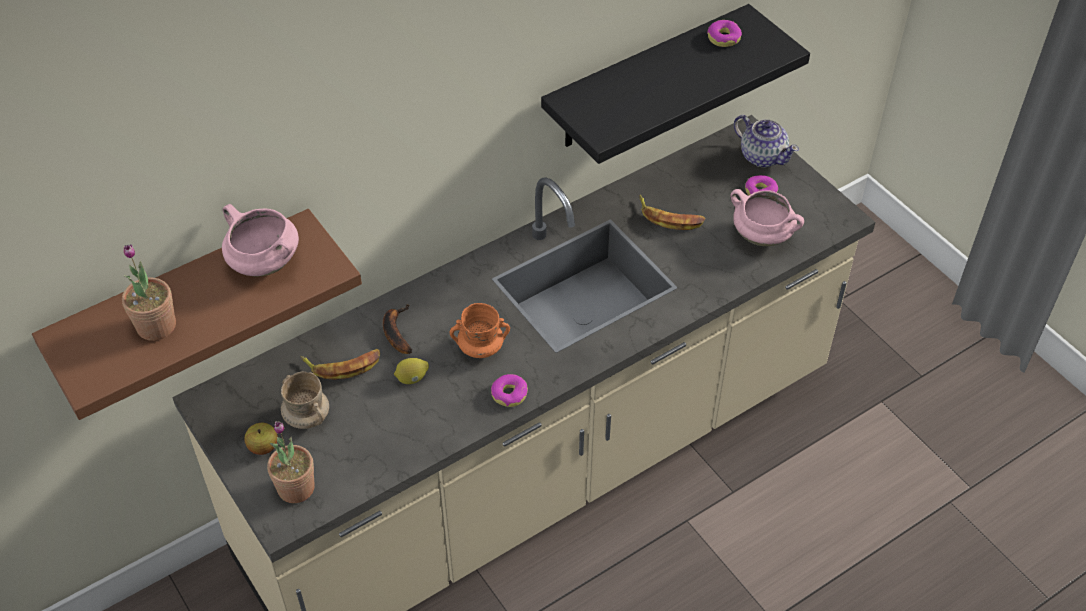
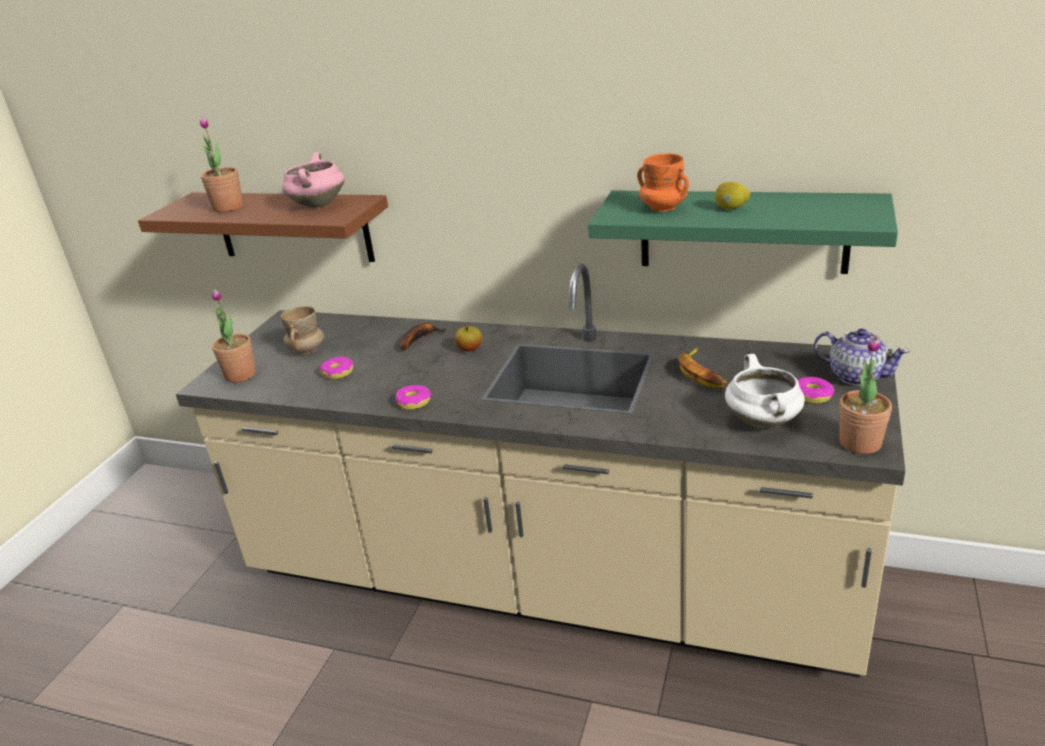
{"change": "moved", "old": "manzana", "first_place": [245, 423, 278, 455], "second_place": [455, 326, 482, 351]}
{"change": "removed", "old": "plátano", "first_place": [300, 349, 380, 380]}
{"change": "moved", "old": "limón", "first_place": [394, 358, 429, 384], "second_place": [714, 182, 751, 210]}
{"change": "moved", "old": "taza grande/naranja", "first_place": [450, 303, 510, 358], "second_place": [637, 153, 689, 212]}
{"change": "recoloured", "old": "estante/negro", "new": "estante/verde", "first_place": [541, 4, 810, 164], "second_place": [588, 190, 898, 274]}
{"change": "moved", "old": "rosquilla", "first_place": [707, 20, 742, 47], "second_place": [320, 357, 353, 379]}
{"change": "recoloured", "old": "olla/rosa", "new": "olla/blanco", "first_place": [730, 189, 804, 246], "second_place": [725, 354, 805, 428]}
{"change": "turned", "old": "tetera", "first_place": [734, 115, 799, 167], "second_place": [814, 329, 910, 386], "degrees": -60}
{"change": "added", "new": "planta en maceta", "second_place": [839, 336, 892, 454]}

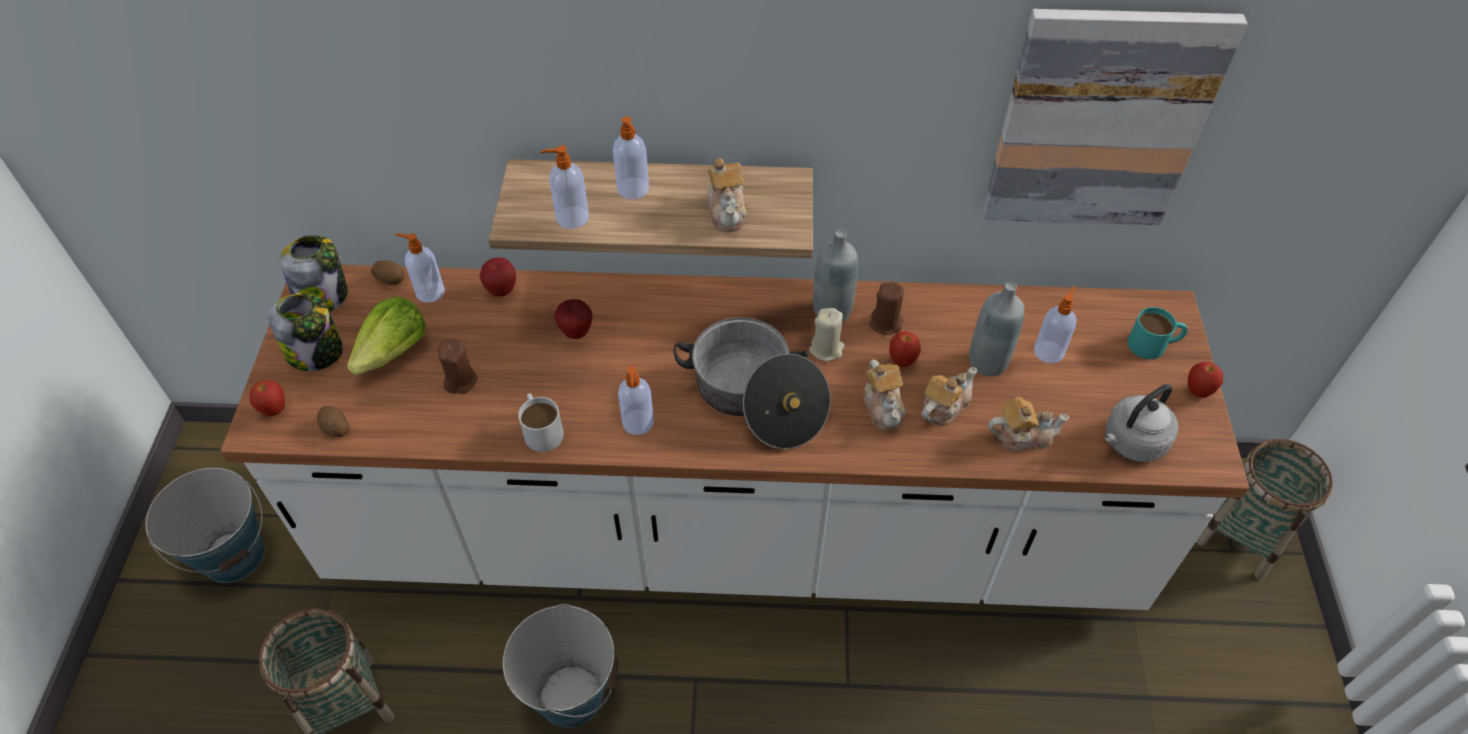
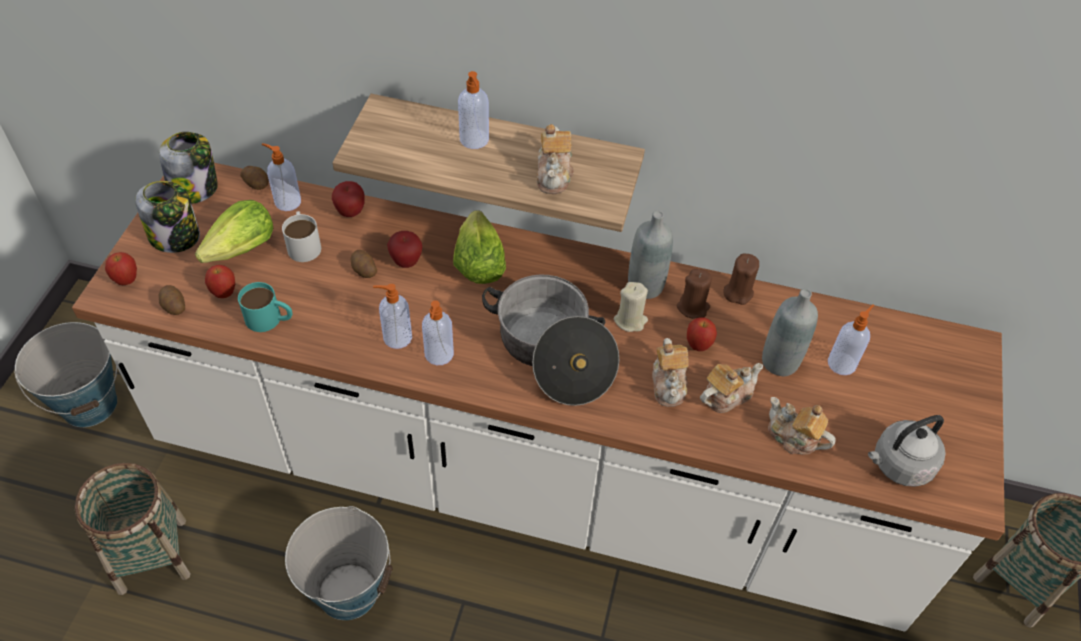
{"change": "moved", "old": "vela/marrón", "first_place": [438, 339, 477, 394], "second_place": [723, 253, 759, 305]}
{"change": "moved", "old": "taza grande/blanco", "first_place": [518, 393, 564, 452], "second_place": [282, 211, 321, 262]}
{"change": "moved", "old": "dispensador de jabón", "first_place": [541, 146, 589, 229], "second_place": [373, 284, 412, 349]}
{"change": "removed", "old": "cuadro", "first_place": [982, 9, 1247, 225]}
{"change": "turned", "old": "tetera", "first_place": [988, 397, 1069, 451], "second_place": [768, 397, 835, 455], "degrees": -150}
{"change": "moved", "old": "taza grande/turquesa", "first_place": [1127, 307, 1188, 359], "second_place": [238, 282, 293, 332]}
{"change": "moved", "old": "manzana", "first_place": [1188, 362, 1223, 398], "second_place": [205, 265, 235, 298]}
{"change": "added", "new": "patata", "second_place": [351, 250, 377, 278]}
{"change": "added", "new": "lechuga", "second_place": [453, 210, 506, 284]}

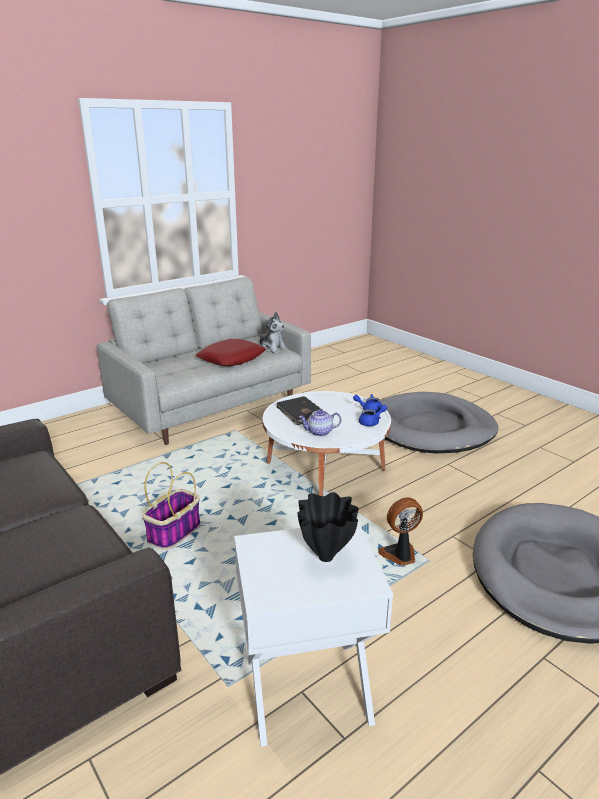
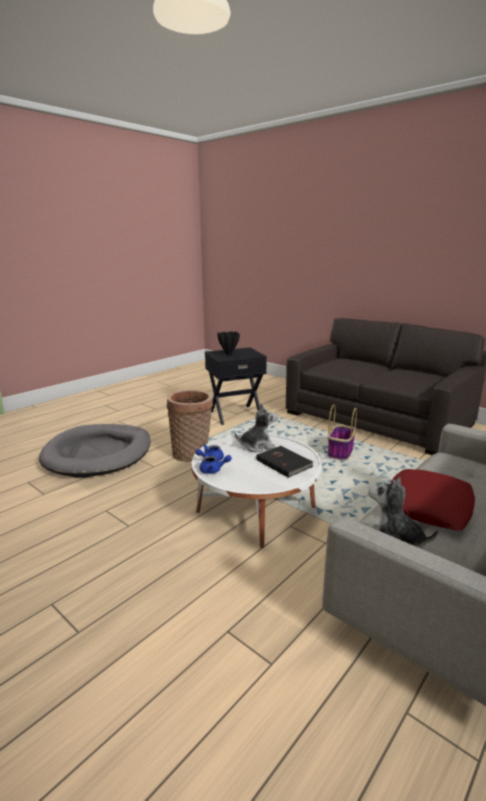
{"change": "recoloured", "old": "mesa auxiliar/blanco", "new": "mesa auxiliar/negro", "first_place": [234, 521, 393, 747], "second_place": [205, 347, 267, 425]}
{"change": "replaced", "old": "tetera", "new": "peluche", "first_place": [299, 409, 341, 436], "second_place": [235, 403, 278, 452]}
{"change": "replaced", "old": "ventilador", "new": "cesta", "first_place": [378, 497, 423, 566], "second_place": [167, 390, 213, 462]}
{"change": "removed", "old": "cama para perro/gris", "first_place": [380, 392, 498, 453]}

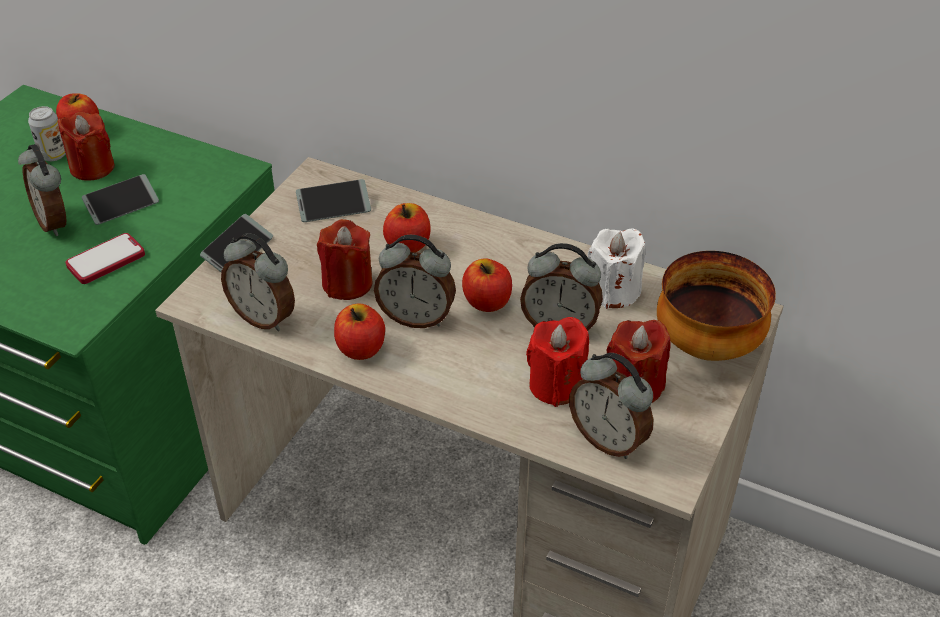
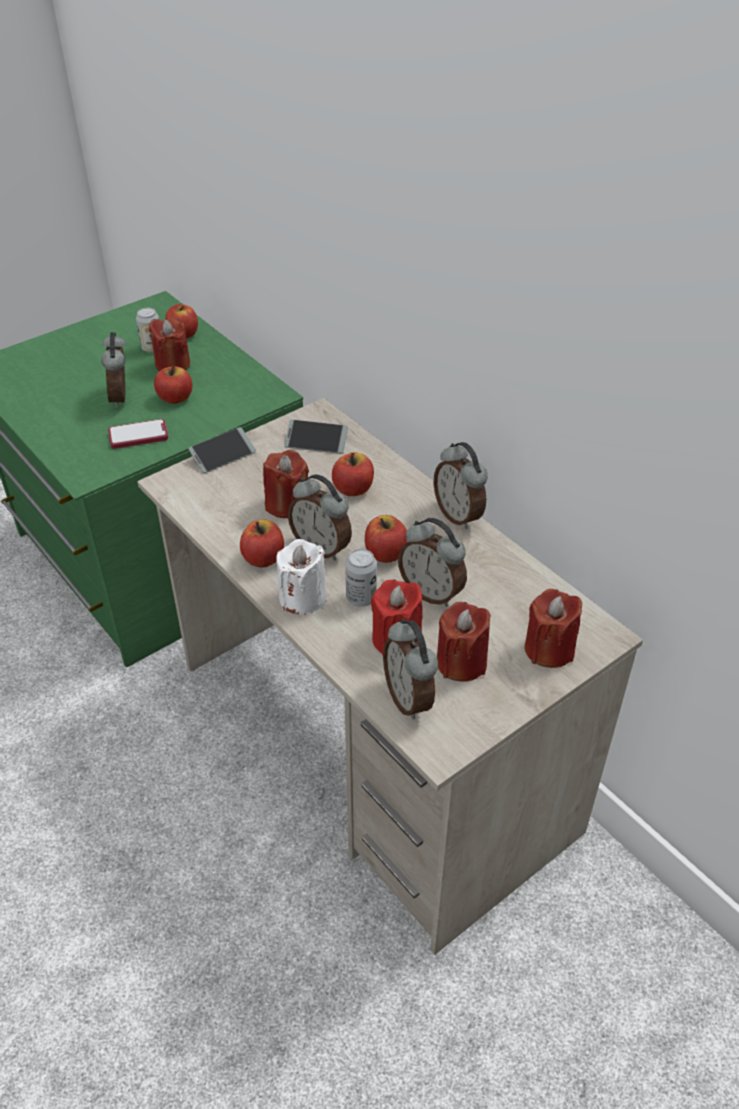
{"change": "replaced", "old": "móvil", "new": "manzana", "first_place": [82, 174, 159, 225], "second_place": [154, 365, 192, 404]}
{"change": "moved", "old": "despertador", "first_place": [221, 233, 295, 331], "second_place": [434, 442, 488, 529]}
{"change": "moved", "old": "vela/blanco", "first_place": [587, 228, 645, 309], "second_place": [276, 539, 327, 615]}
{"change": "replaced", "old": "cuenco", "new": "vela/rojo", "first_place": [657, 251, 776, 361], "second_place": [525, 589, 582, 668]}
{"change": "added", "new": "lata", "second_place": [345, 549, 377, 607]}

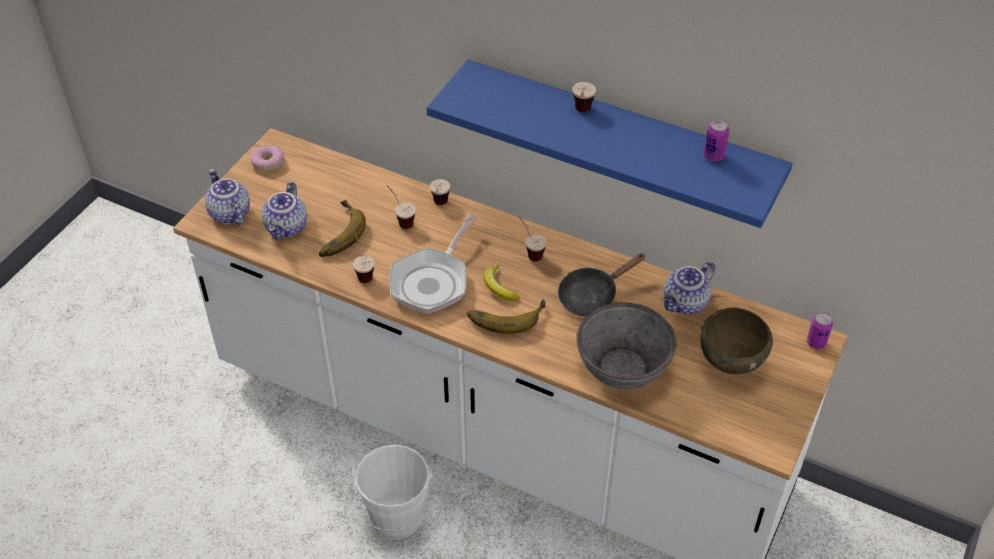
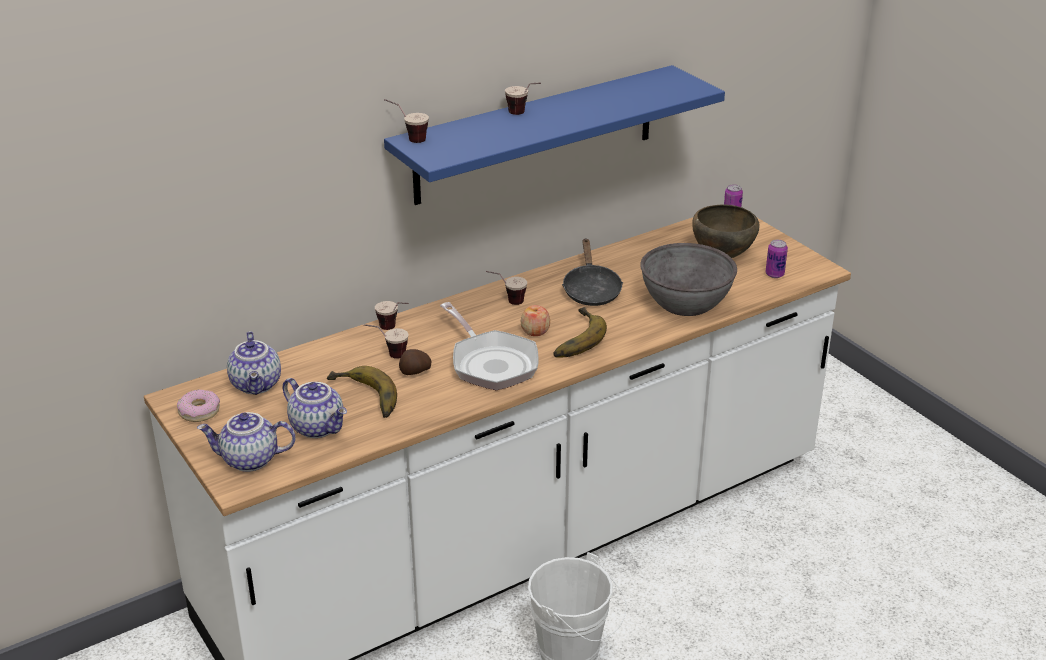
{"change": "moved", "old": "taza", "first_place": [353, 233, 375, 283], "second_place": [384, 99, 429, 143]}
{"change": "replaced", "old": "plátano", "new": "manzana", "first_place": [483, 265, 519, 301], "second_place": [521, 305, 550, 336]}
{"change": "moved", "old": "tetera", "first_place": [661, 261, 715, 314], "second_place": [227, 331, 281, 395]}
{"change": "moved", "old": "lata", "first_place": [703, 119, 729, 161], "second_place": [766, 240, 788, 278]}
{"change": "added", "new": "patata", "second_place": [399, 349, 431, 375]}

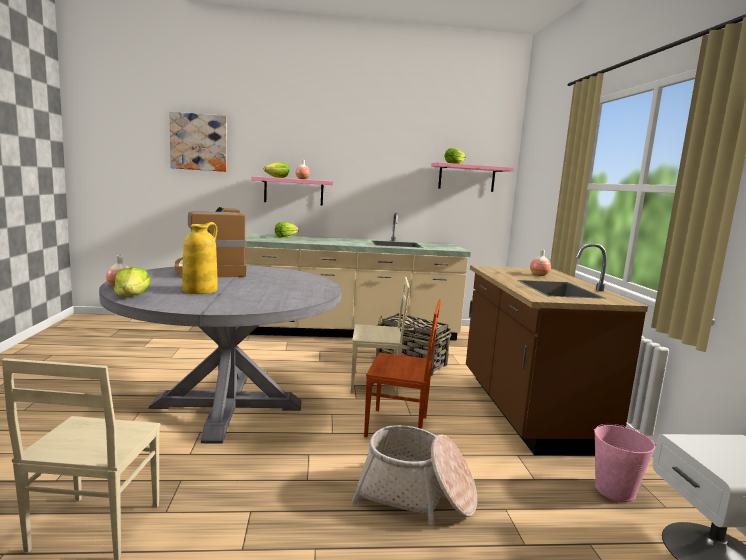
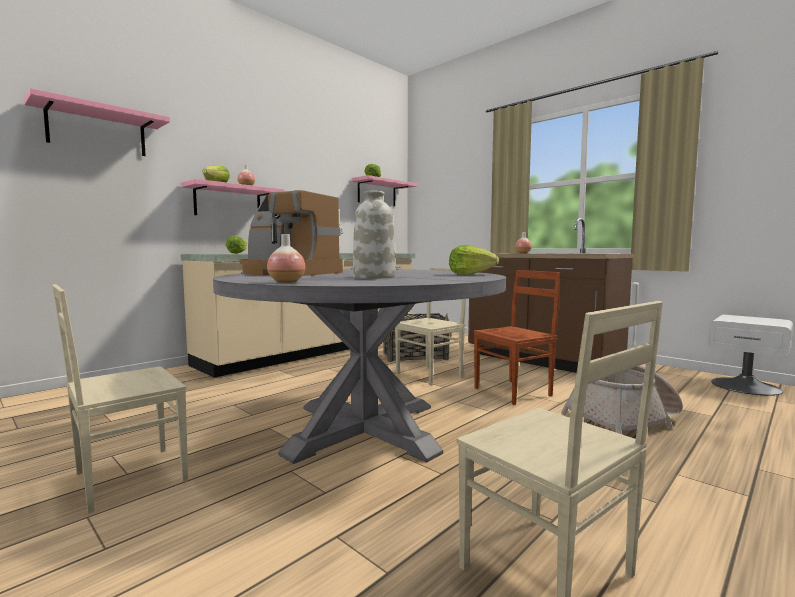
{"change": "moved", "old": "lechuga", "first_place": [114, 267, 150, 296], "second_place": [449, 245, 499, 275]}
{"change": "replaced", "old": "cuadro", "new": "estante/rosa", "first_place": [170, 112, 227, 172], "second_place": [24, 88, 170, 156]}
{"change": "recoloured", "old": "florero/amarillo", "new": "florero/blanco", "first_place": [182, 222, 218, 294], "second_place": [353, 191, 395, 279]}
{"change": "removed", "old": "cubo/rosa", "first_place": [594, 424, 657, 502]}
{"change": "added", "new": "silla/beis", "second_place": [52, 284, 188, 514]}

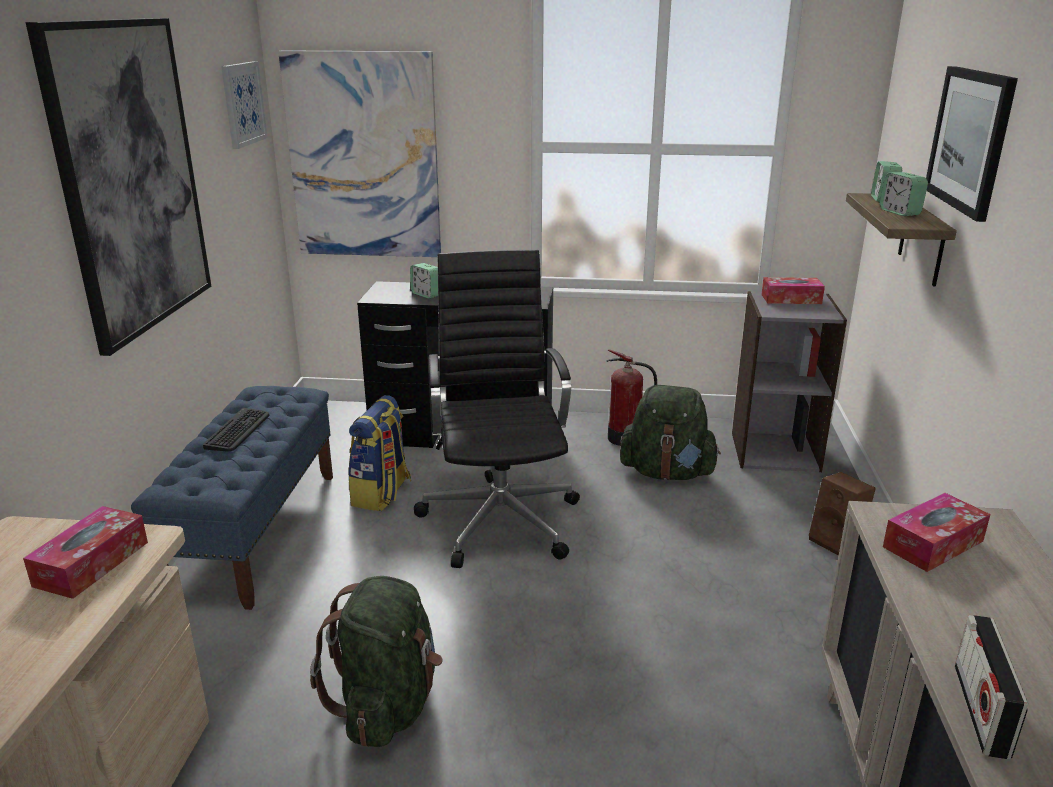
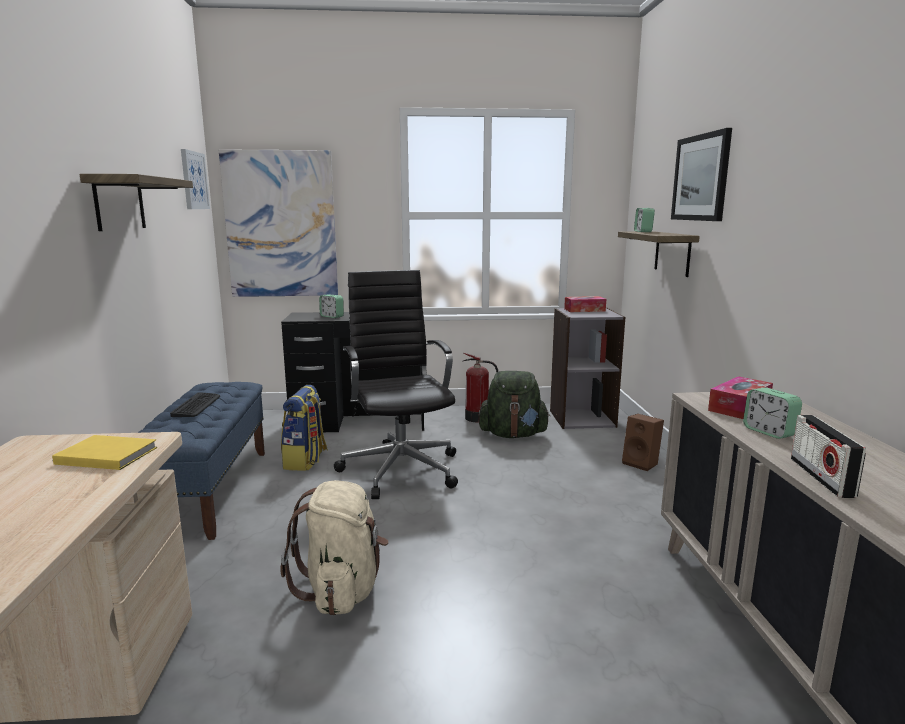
{"change": "replaced", "old": "caja de pañuelos", "new": "libro/amarillo", "first_place": [23, 506, 148, 599], "second_place": [52, 435, 157, 470]}
{"change": "replaced", "old": "cuadro", "new": "estante", "first_place": [26, 18, 211, 356], "second_place": [80, 174, 193, 231]}
{"change": "recoloured", "old": "mochila/verde", "new": "mochila/beis", "first_place": [310, 576, 442, 747], "second_place": [280, 480, 389, 615]}
{"change": "moved", "old": "despertador", "first_place": [880, 172, 928, 216], "second_place": [743, 387, 802, 439]}

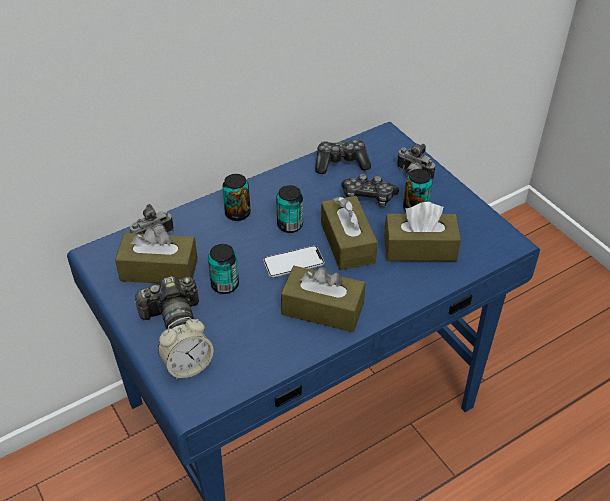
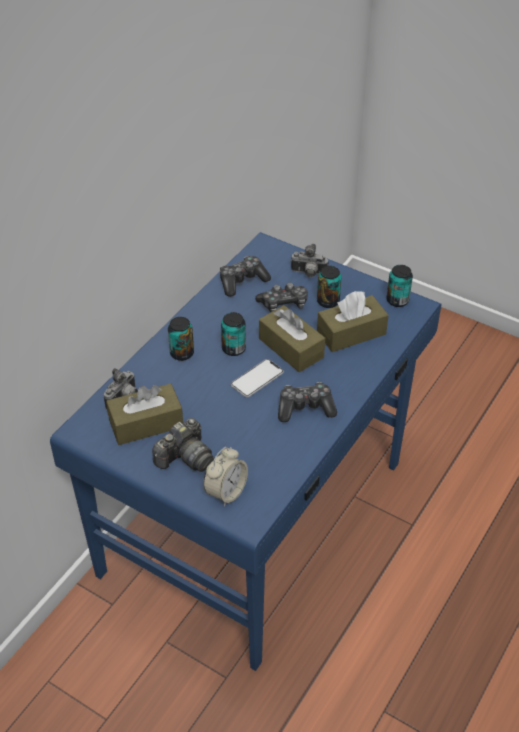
{"change": "moved", "old": "lata", "first_place": [208, 244, 239, 294], "second_place": [386, 265, 413, 307]}
{"change": "replaced", "old": "caja de pañuelos/marrón", "new": "mando de consola", "first_place": [281, 266, 365, 332], "second_place": [278, 382, 337, 422]}

